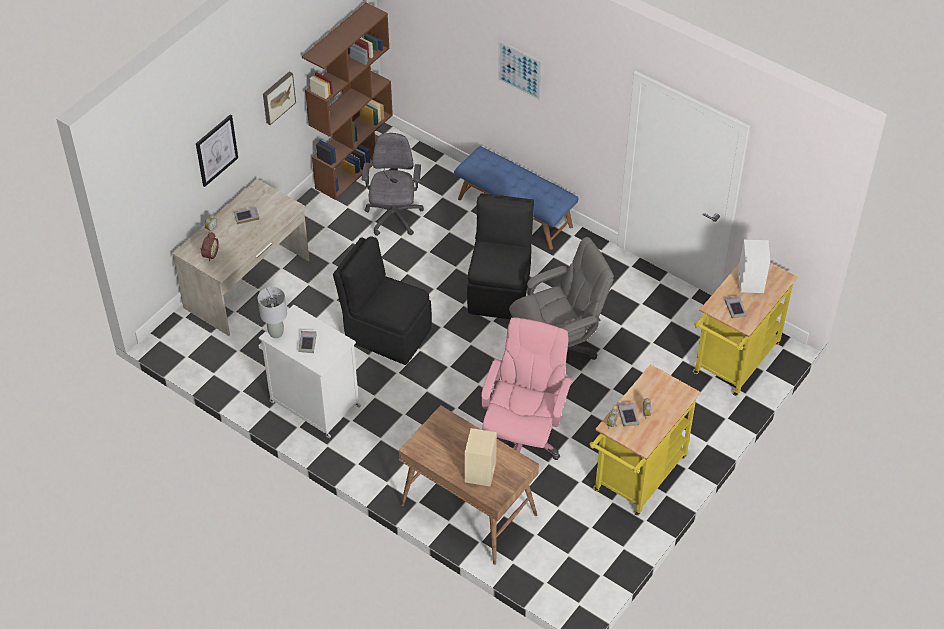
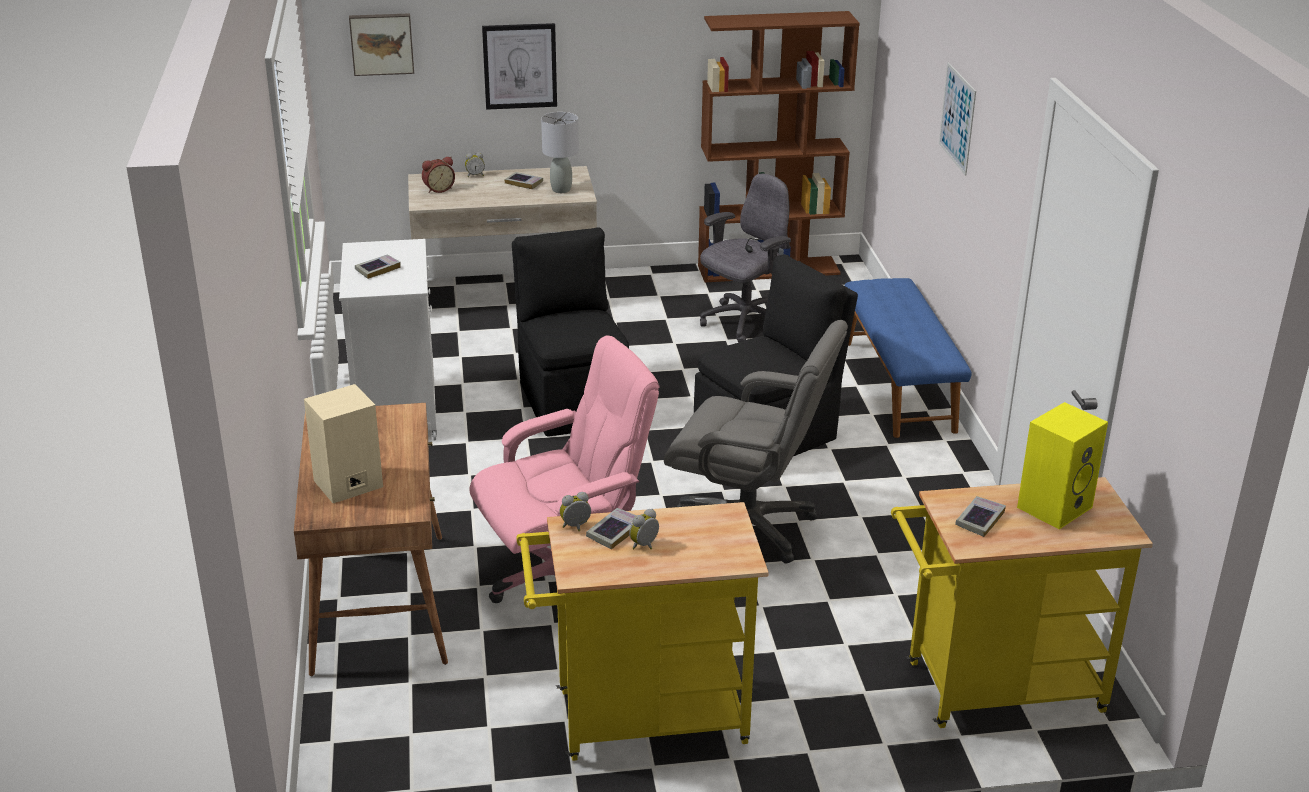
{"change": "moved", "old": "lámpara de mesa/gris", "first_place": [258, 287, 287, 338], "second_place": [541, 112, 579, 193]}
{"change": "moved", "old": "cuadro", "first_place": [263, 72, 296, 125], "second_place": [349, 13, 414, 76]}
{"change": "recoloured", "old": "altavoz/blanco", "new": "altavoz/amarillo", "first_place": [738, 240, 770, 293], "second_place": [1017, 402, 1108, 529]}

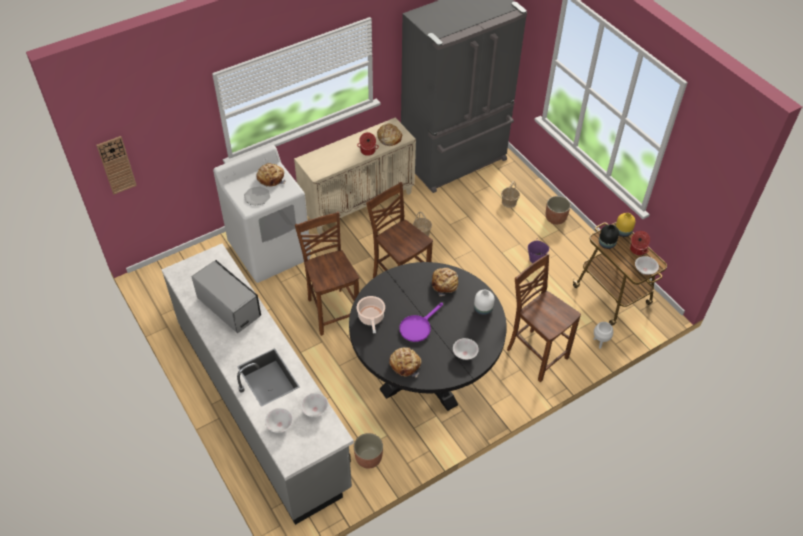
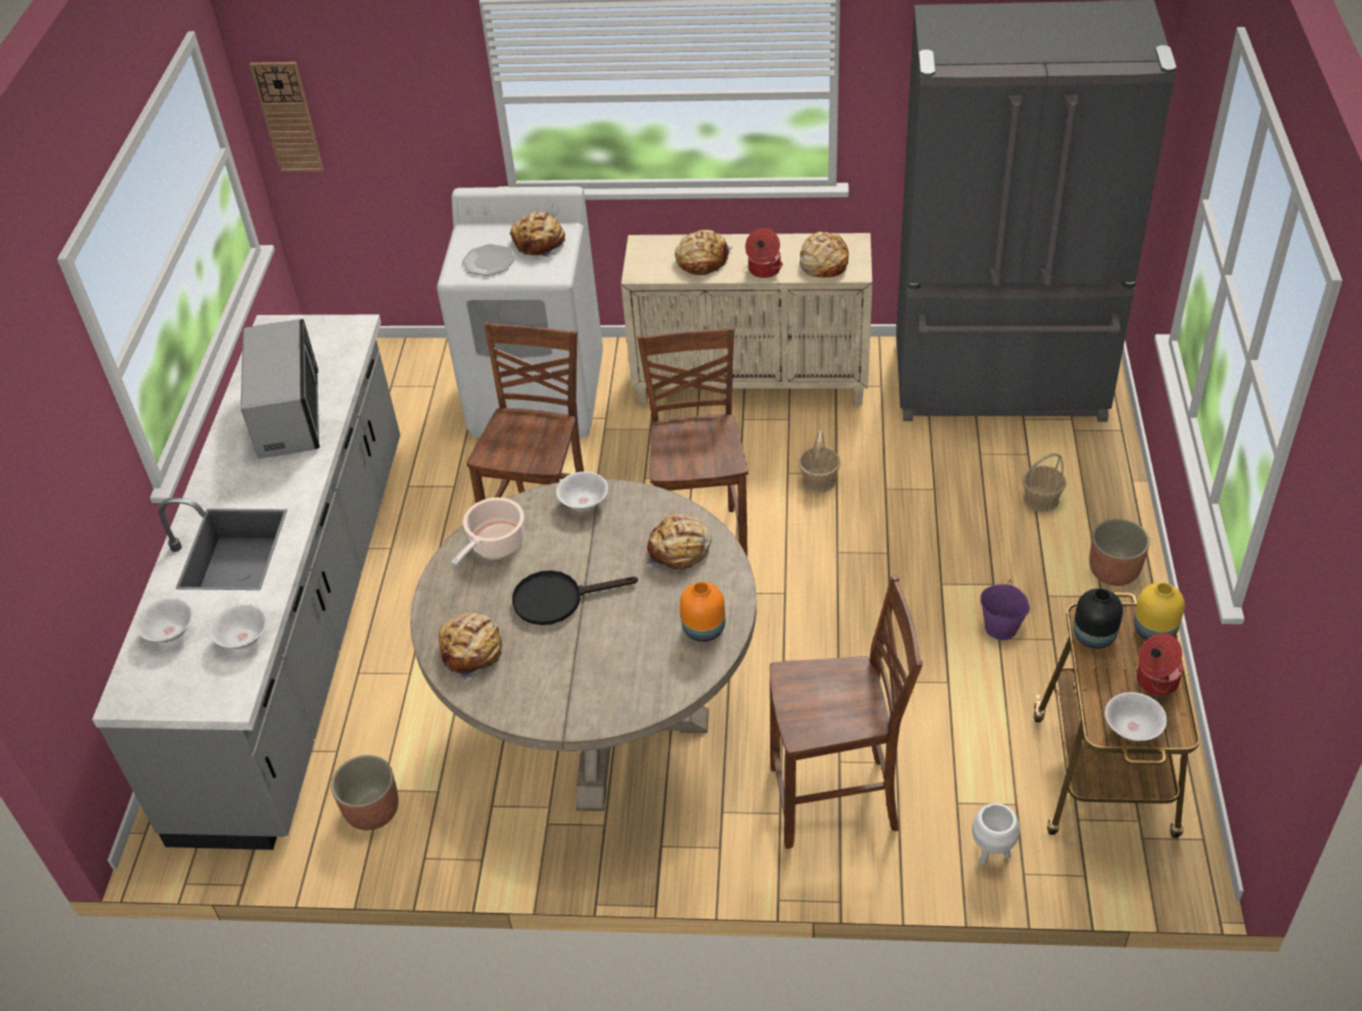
{"change": "recoloured", "old": "mesa de comedor/negro", "new": "mesa de comedor/beis", "first_place": [349, 262, 507, 411], "second_place": [410, 479, 757, 811]}
{"change": "recoloured", "old": "sartén/morado", "new": "sartén/negro", "first_place": [400, 303, 443, 342], "second_place": [512, 570, 638, 625]}
{"change": "moved", "old": "cuenco/blanco", "first_place": [453, 338, 479, 360], "second_place": [556, 471, 608, 511]}
{"change": "recoloured", "old": "florero/blanco", "new": "florero/naranja", "first_place": [474, 290, 494, 316], "second_place": [680, 582, 725, 642]}
{"change": "turned", "old": "silla/marrón", "first_place": [507, 253, 581, 382], "second_place": [770, 575, 923, 849], "degrees": 90}
{"change": "added", "new": "pan", "second_place": [675, 230, 733, 275]}

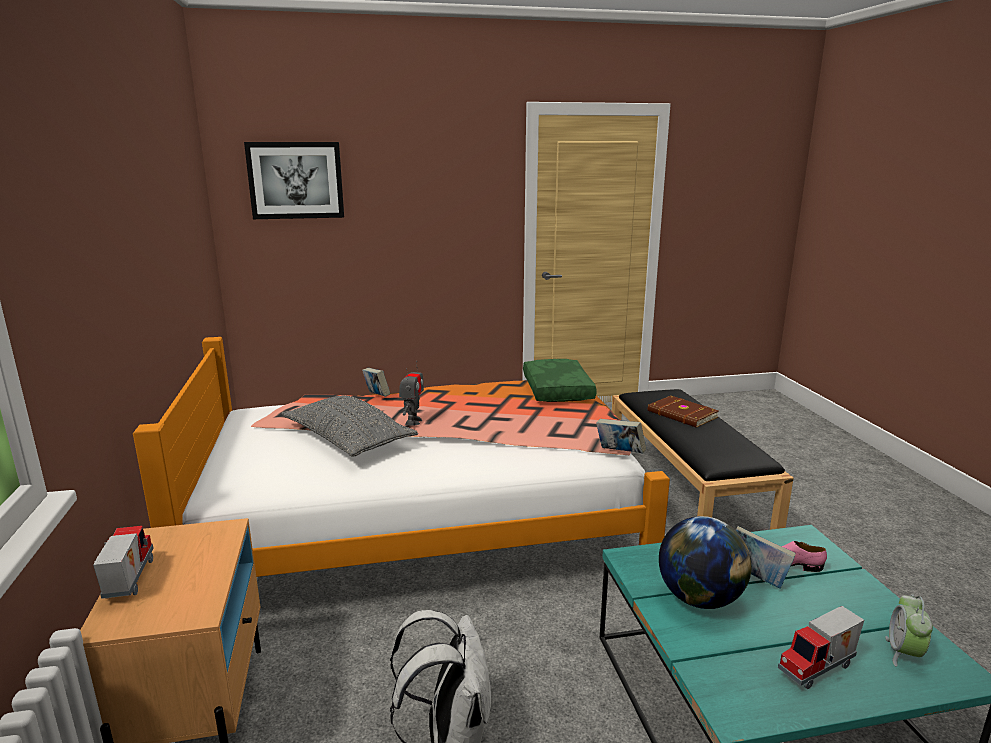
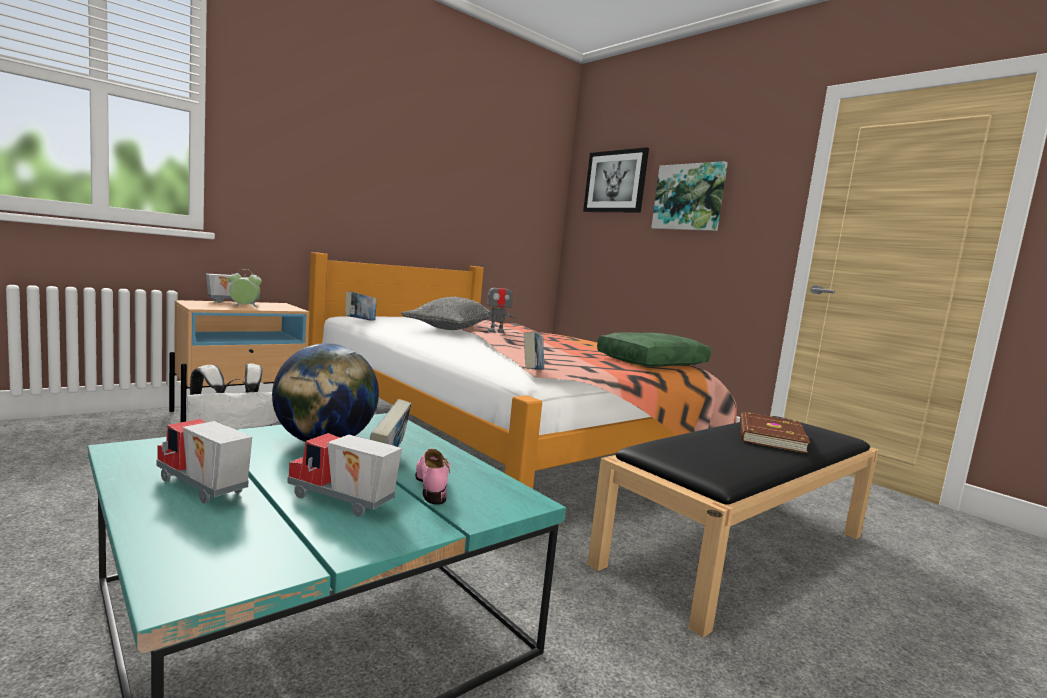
{"change": "moved", "old": "libro", "first_place": [362, 368, 390, 397], "second_place": [345, 292, 377, 321]}
{"change": "moved", "old": "despertador", "first_place": [885, 594, 933, 666], "second_place": [228, 269, 262, 307]}
{"change": "added", "new": "camión de juguete", "second_place": [287, 433, 402, 517]}
{"change": "added", "new": "cuadro", "second_place": [651, 161, 728, 231]}

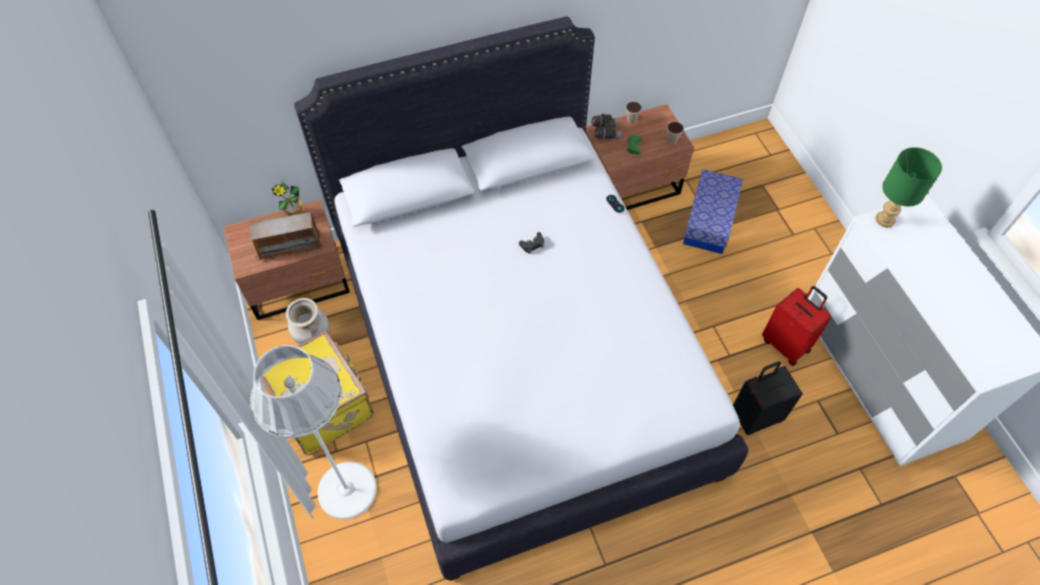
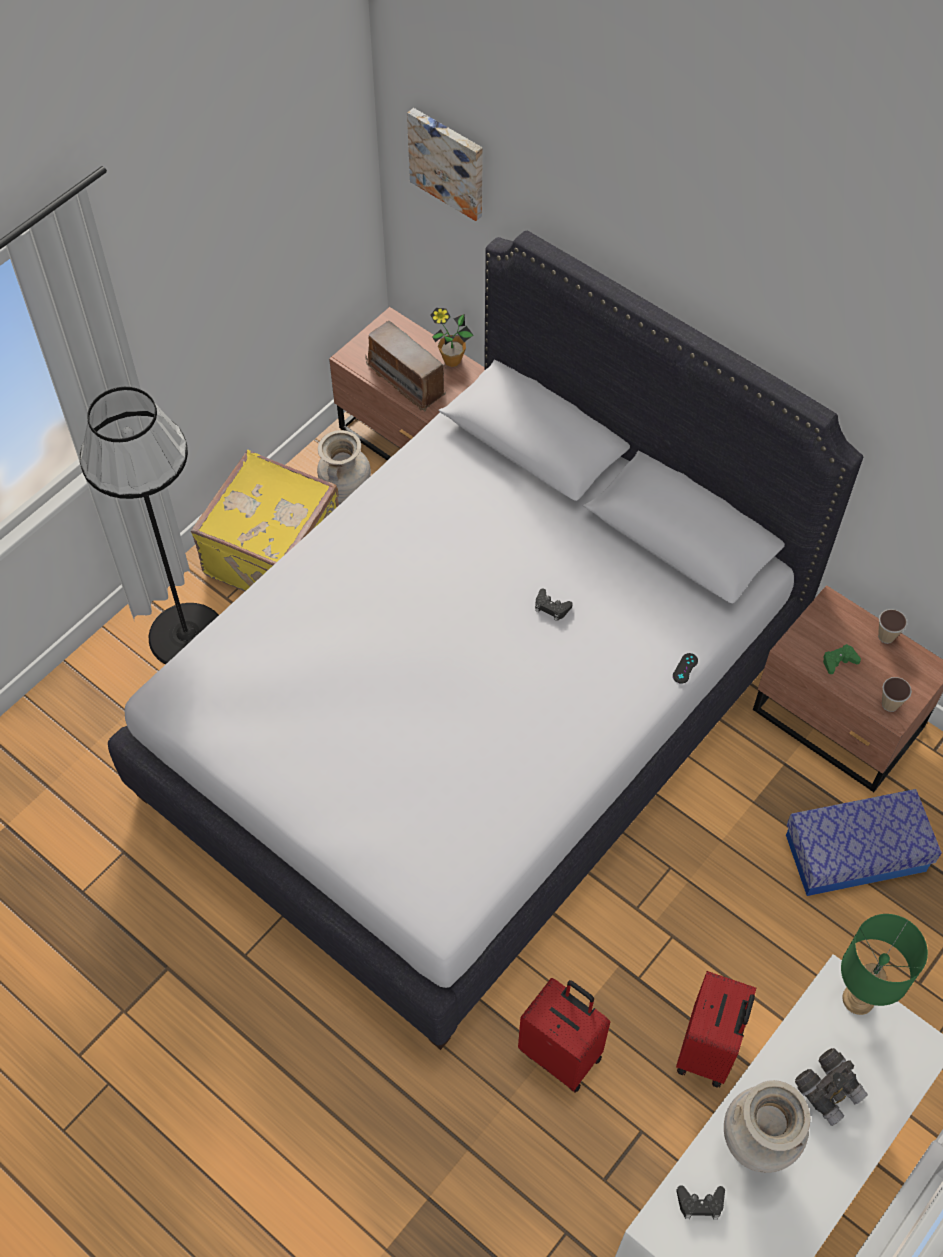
{"change": "recoloured", "old": "lámpara de pie/blanco", "new": "lámpara de pie/negro", "first_place": [250, 345, 377, 519], "second_place": [80, 387, 219, 665]}
{"change": "moved", "old": "prismáticos/gris", "first_place": [591, 114, 621, 139], "second_place": [795, 1048, 868, 1126]}
{"change": "recoloured", "old": "maleta/negro", "new": "maleta/rojo", "first_place": [733, 361, 803, 435], "second_place": [518, 978, 610, 1093]}
{"change": "added", "new": "cuadro", "second_place": [407, 108, 483, 221]}
{"change": "added", "new": "mando de consola/negro", "second_place": [676, 1185, 725, 1220]}
{"change": "added", "new": "florero/beis", "second_place": [724, 1080, 810, 1173]}

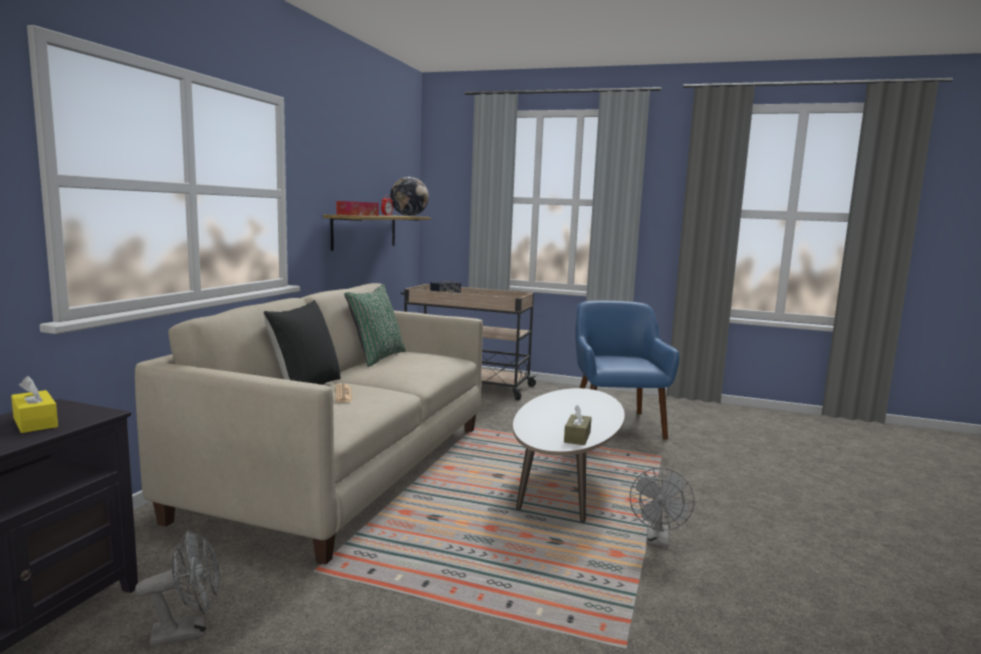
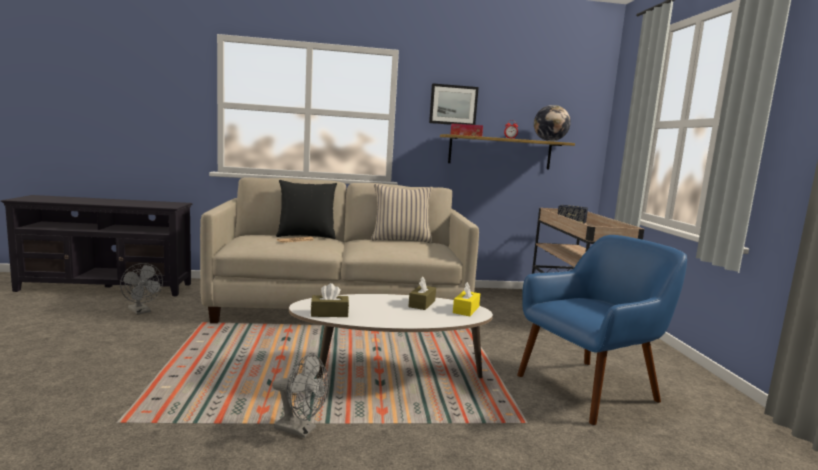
{"change": "moved", "old": "caja de pañuelos/amarillo", "first_place": [11, 376, 58, 433], "second_place": [453, 282, 480, 316]}
{"change": "recoloured", "old": "cojín/verde", "new": "cojín/beis", "first_place": [344, 284, 406, 367], "second_place": [371, 184, 433, 243]}
{"change": "turned", "old": "ventilador/gris", "first_place": [630, 468, 694, 547], "second_place": [272, 354, 329, 438], "degrees": -150}
{"change": "added", "new": "caja de pañuelos/marrón", "second_place": [408, 277, 436, 310]}
{"change": "added", "new": "cuadro", "second_place": [429, 83, 479, 125]}

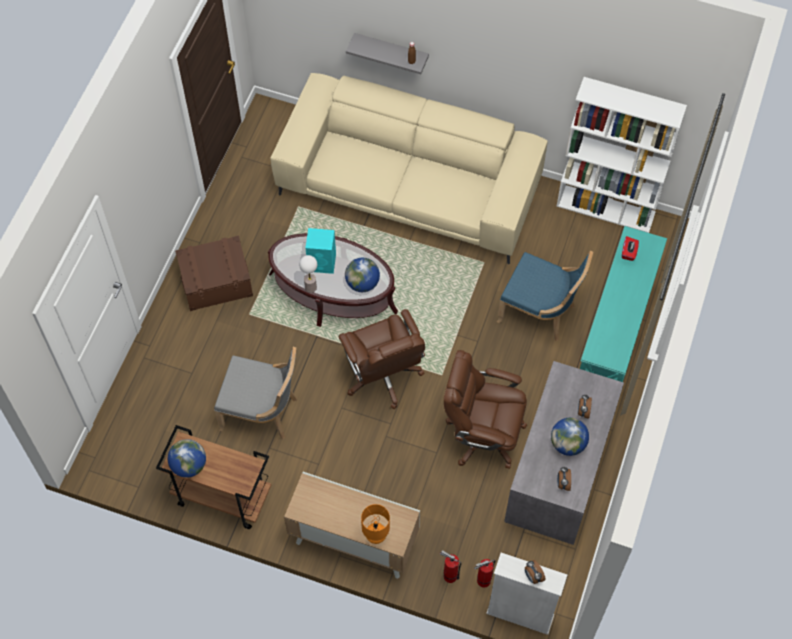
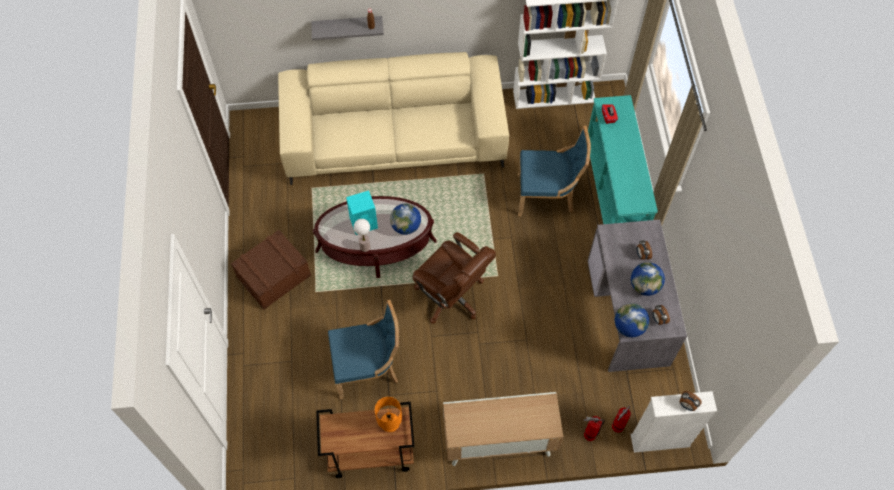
{"change": "moved", "old": "globo terráqueo", "first_place": [168, 439, 206, 478], "second_place": [615, 303, 649, 337]}
{"change": "recoloured", "old": "silla/gris", "new": "silla/azul", "first_place": [214, 347, 297, 439], "second_place": [328, 300, 399, 399]}
{"change": "moved", "old": "lámpara de mesa/naranja", "first_place": [361, 504, 390, 544], "second_place": [375, 397, 402, 432]}
{"change": "removed", "old": "silla de oficina/marrón", "first_place": [444, 350, 527, 469]}

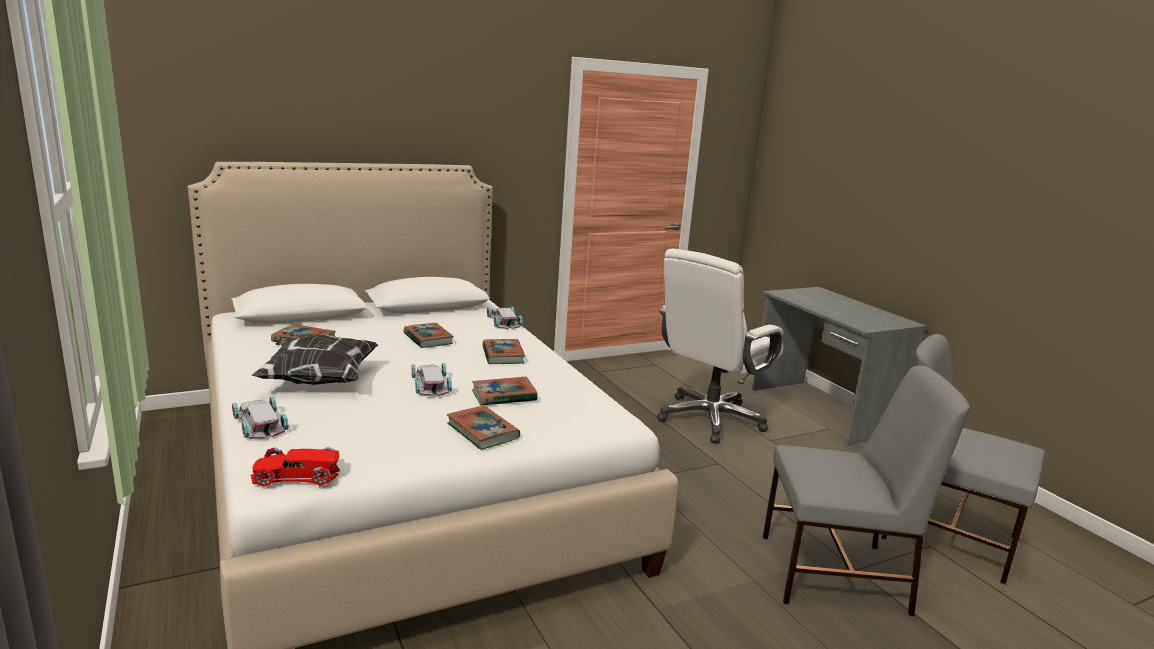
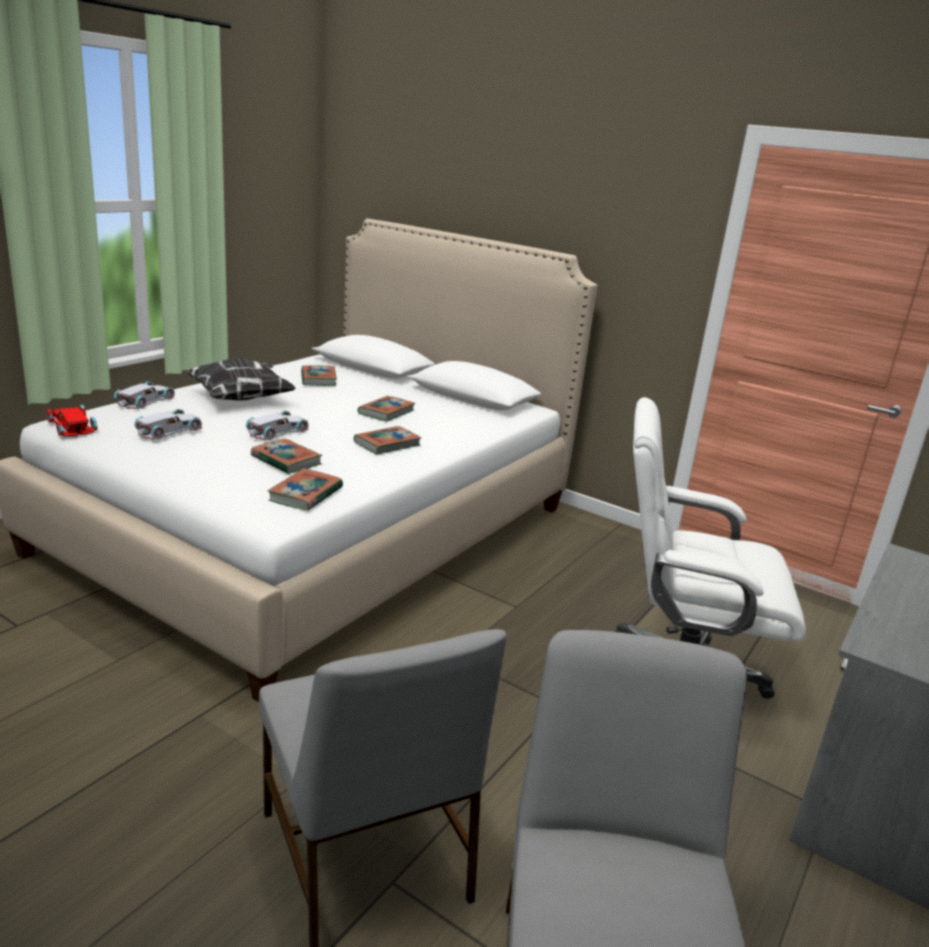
{"change": "moved", "old": "libro", "first_place": [447, 406, 520, 450], "second_place": [268, 468, 343, 511]}
{"change": "moved", "old": "coche de juguete/blanco", "first_place": [487, 306, 523, 329], "second_place": [134, 409, 202, 440]}

